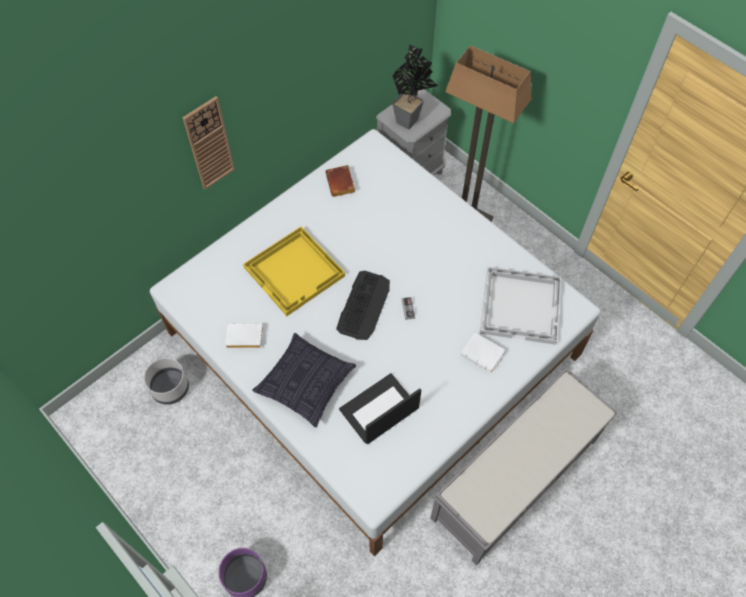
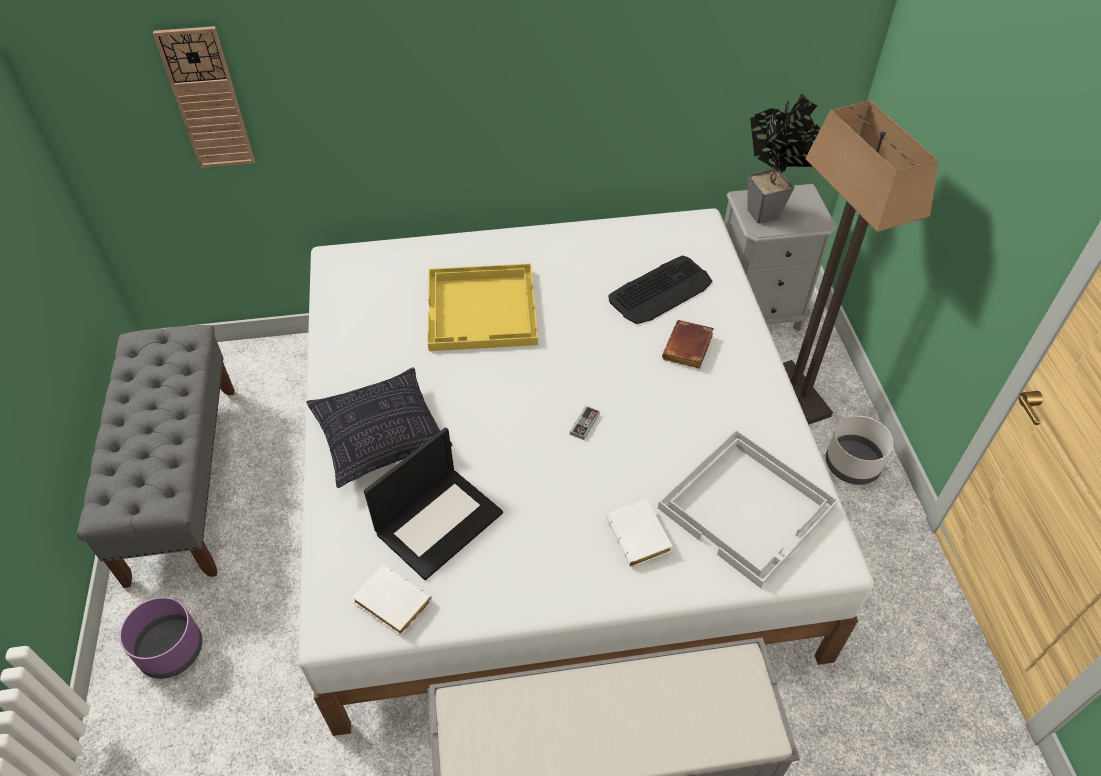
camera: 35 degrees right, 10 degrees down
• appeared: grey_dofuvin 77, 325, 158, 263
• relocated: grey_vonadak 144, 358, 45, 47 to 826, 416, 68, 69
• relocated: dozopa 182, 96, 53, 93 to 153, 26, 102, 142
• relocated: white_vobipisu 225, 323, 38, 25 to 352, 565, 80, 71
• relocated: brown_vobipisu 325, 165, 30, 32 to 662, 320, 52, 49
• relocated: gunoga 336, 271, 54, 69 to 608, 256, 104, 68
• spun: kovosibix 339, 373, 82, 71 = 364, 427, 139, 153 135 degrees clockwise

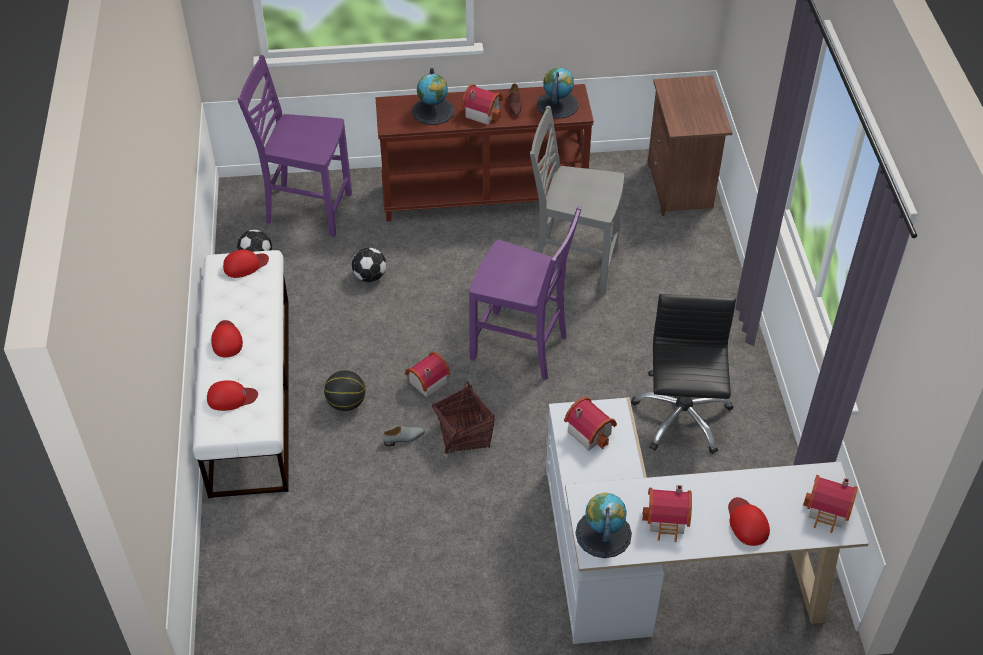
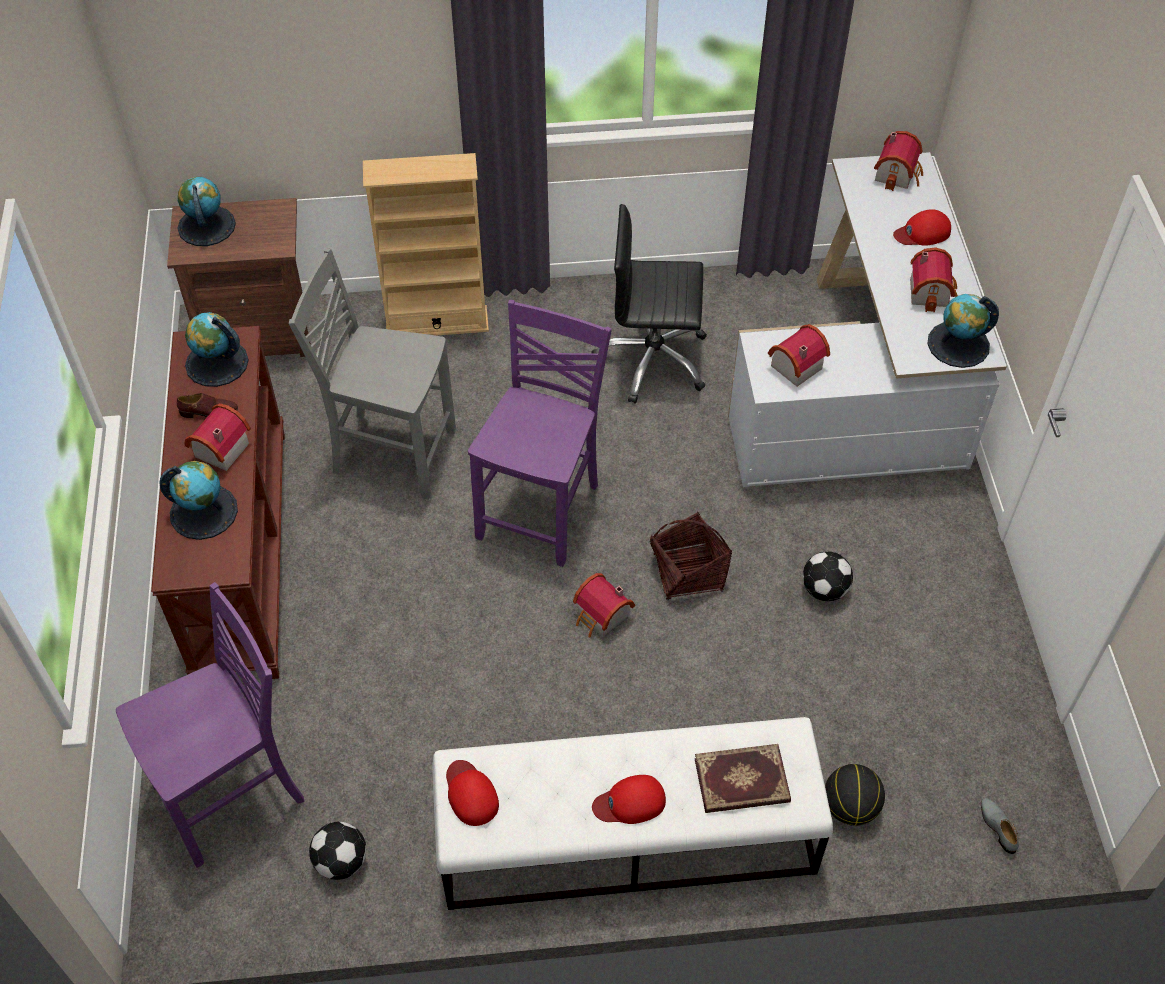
camera: 90 degrees left, 5 degrees up
• appeared: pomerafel 177, 177, 59, 69
• appeared: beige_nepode 363, 153, 126, 183
• relocated: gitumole 324, 370, 41, 41 to 825, 764, 60, 62
• relocated: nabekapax 352, 248, 34, 34 to 802, 551, 51, 50
• relocated: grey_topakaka 383, 426, 42, 20 to 981, 798, 38, 56
• exchanged: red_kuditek 207, 380, 51, 31 to vobipisu 695, 744, 96, 69
• spun: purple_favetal 238, 55, 114, 182 = 116, 582, 188, 286 135 degrees counterclockwise
• spun: grey_favetal 530, 106, 94, 188 = 289, 248, 167, 251 90 degrees clockwise

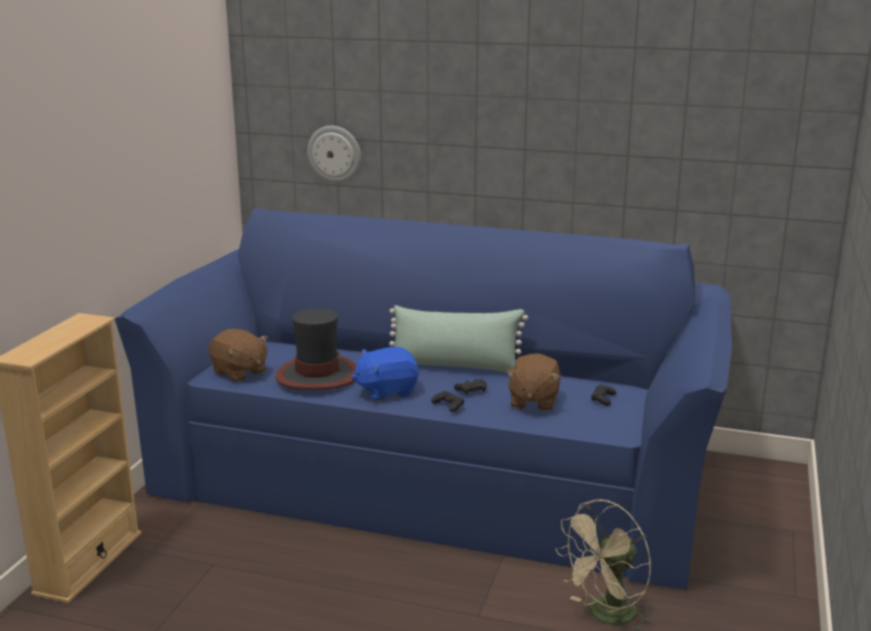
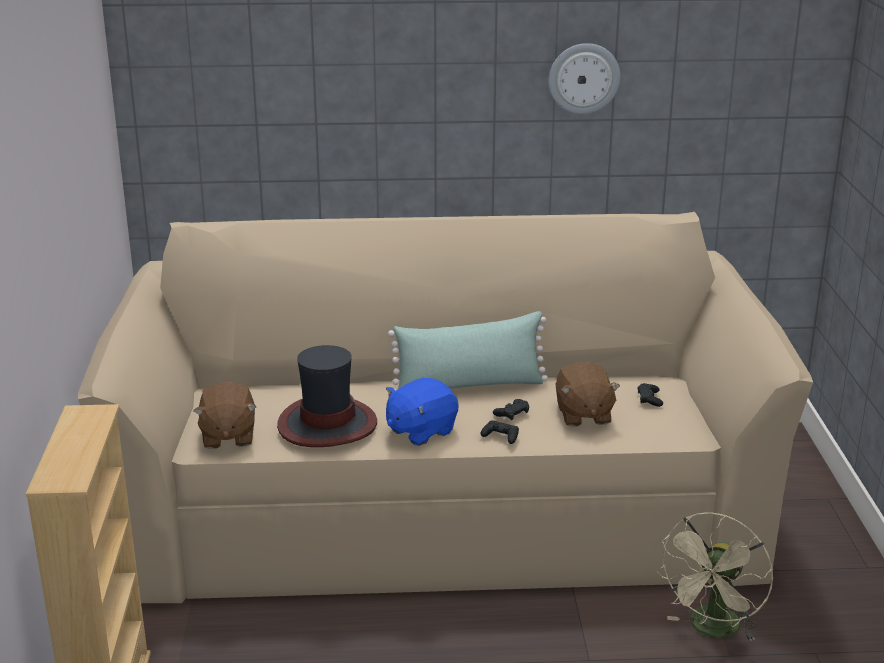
camera: 20 degrees left, 5 degrees up
• relocated: dozopa 307, 126, 54, 57 to 549, 43, 71, 71
• colour: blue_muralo 115, 208, 617, 382 to beige_muralo 78, 212, 735, 391
• spun: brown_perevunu 209, 329, 59, 53 = 194, 382, 62, 67 60 degrees clockwise

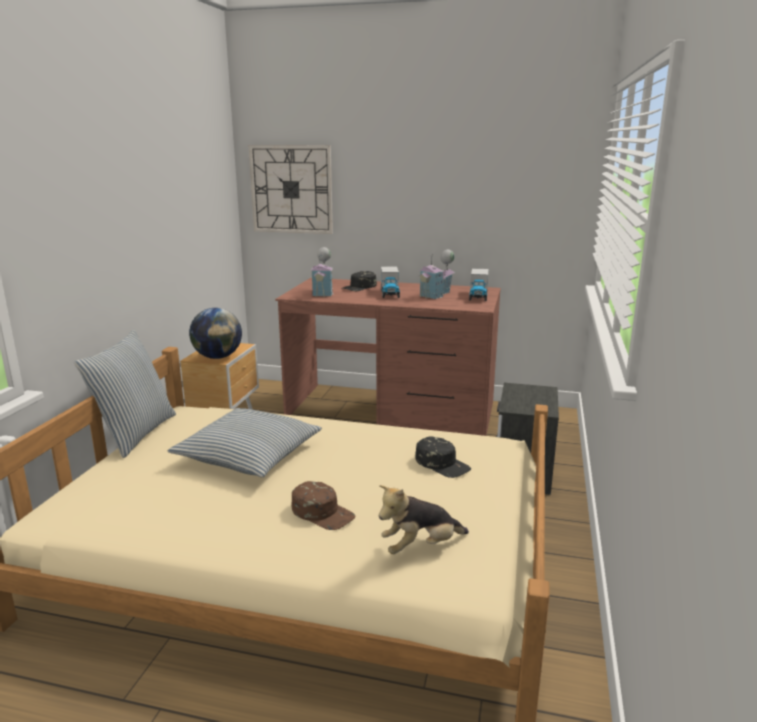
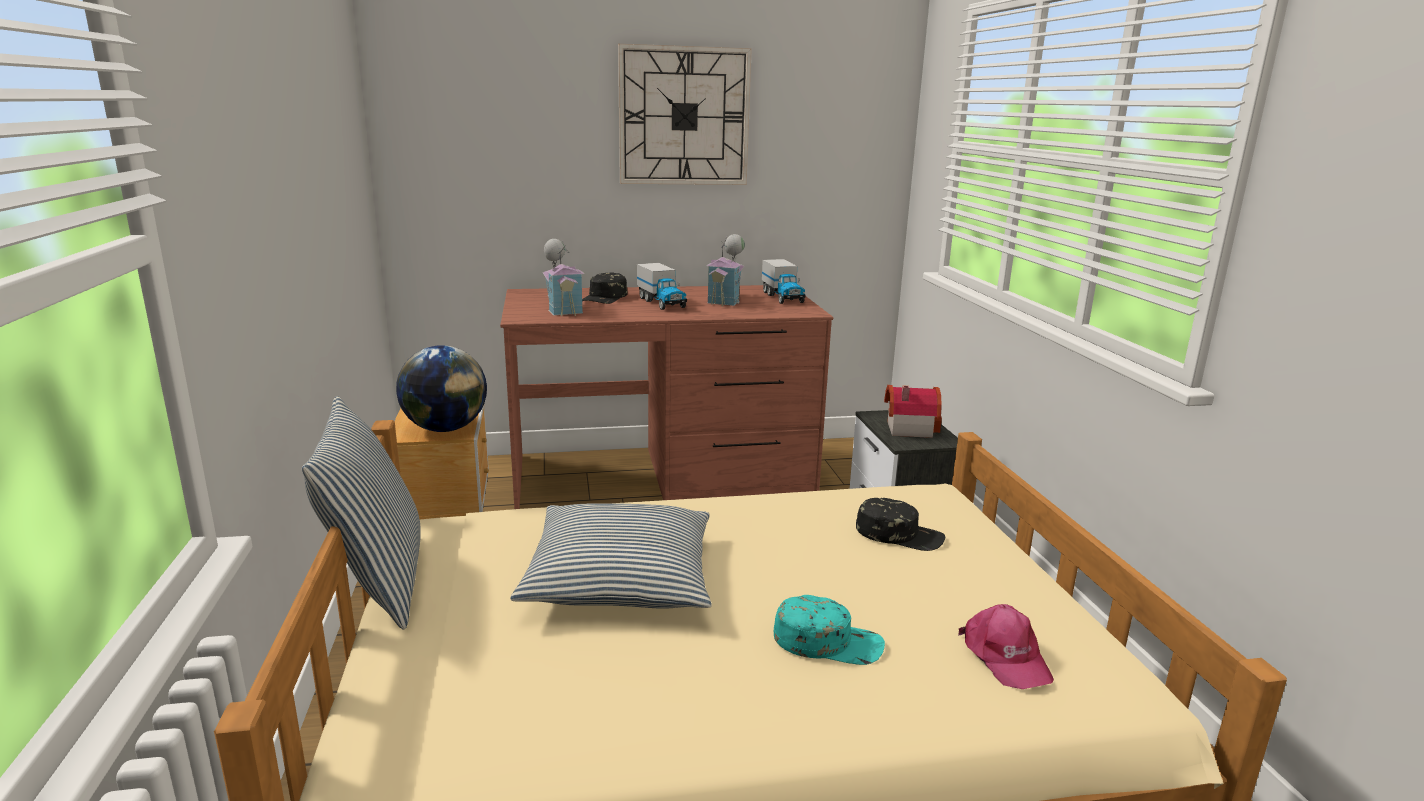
camera: 25 degrees left, 0 degrees up
• appeared: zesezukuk 884, 385, 58, 53
• relocated: dozopa 249, 145, 84, 89 to 618, 44, 134, 141
• exchanged: perevunu 379, 485, 90, 69 to pink_kuditek 958, 604, 96, 85
• colour: brown_kuditek 291, 481, 64, 49 to turquoise_kuditek 774, 595, 111, 70

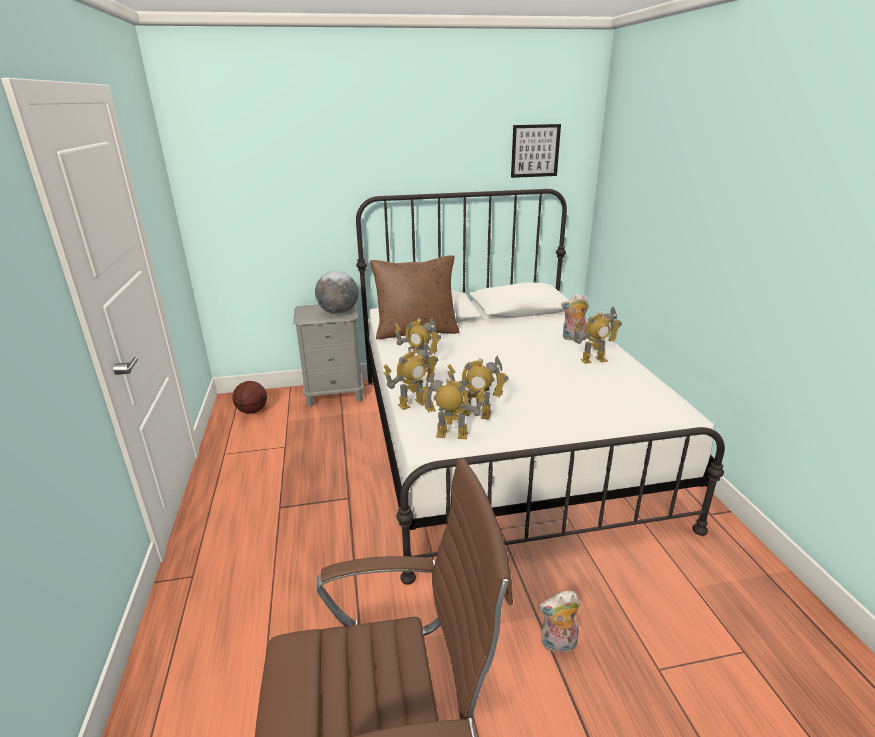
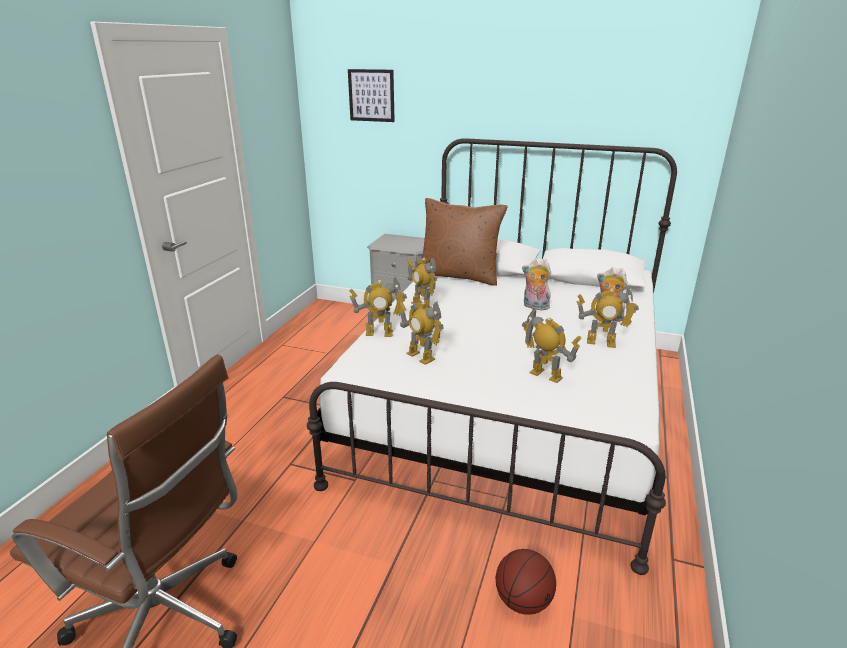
camera: 30 degrees right, 0 degrees up
• missing: pomerafel 315, 271, 43, 43
• relocated: gitumole 232, 381, 35, 33 to 496, 549, 60, 66
• relocated: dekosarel 419, 373, 66, 66 to 522, 308, 59, 75
• relocated: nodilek 511, 124, 50, 54 to 348, 69, 47, 53
• relocated: perevunu 539, 591, 41, 61 to 522, 258, 29, 52

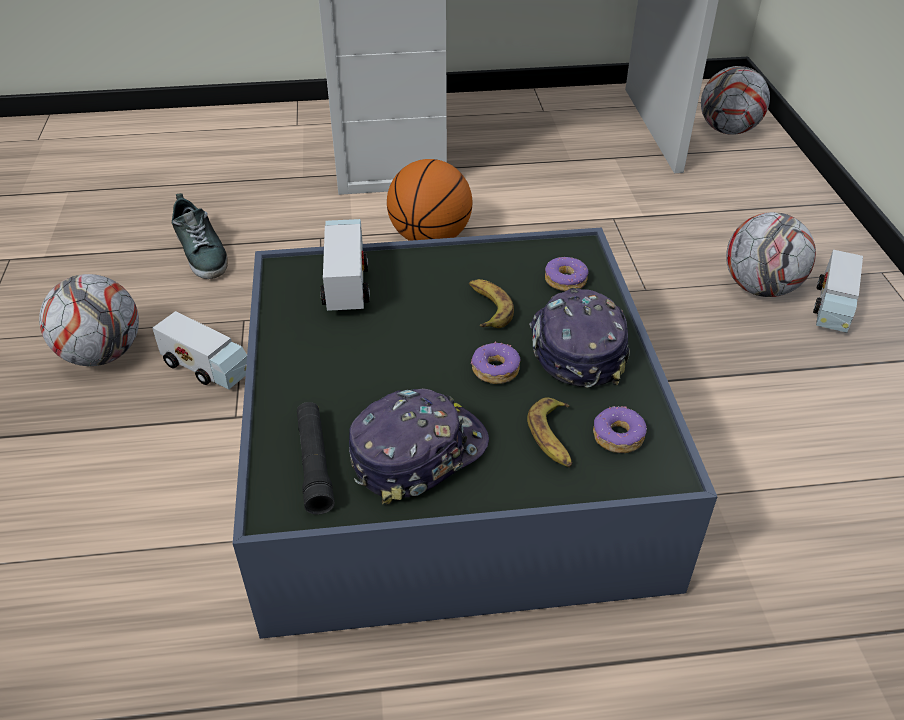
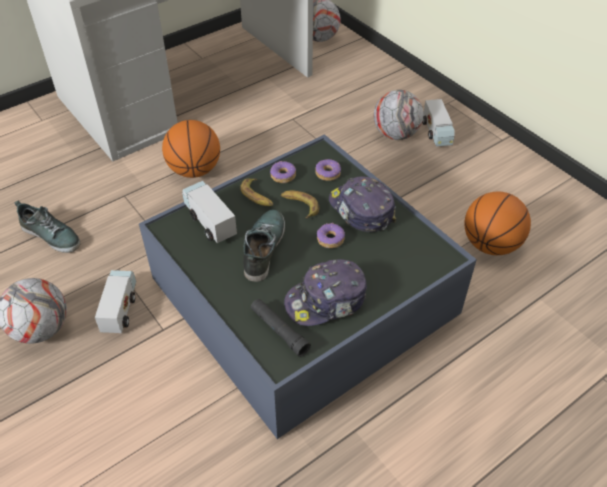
camera: 30 degrees left, 5 degrees up
• appeared: topakaka 243, 209, 42, 73
• appeared: gitumole 464, 192, 67, 63
• relocated: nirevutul 527, 397, 45, 70 to 240, 178, 33, 28
• relocated: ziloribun 593, 406, 54, 47 to 270, 161, 26, 22
• spun: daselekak 152, 311, 95, 79 = 95, 270, 41, 63 90 degrees counterclockwise
• spun: kuditek 349, 388, 140, 116 = 284, 259, 83, 67 135 degrees counterclockwise

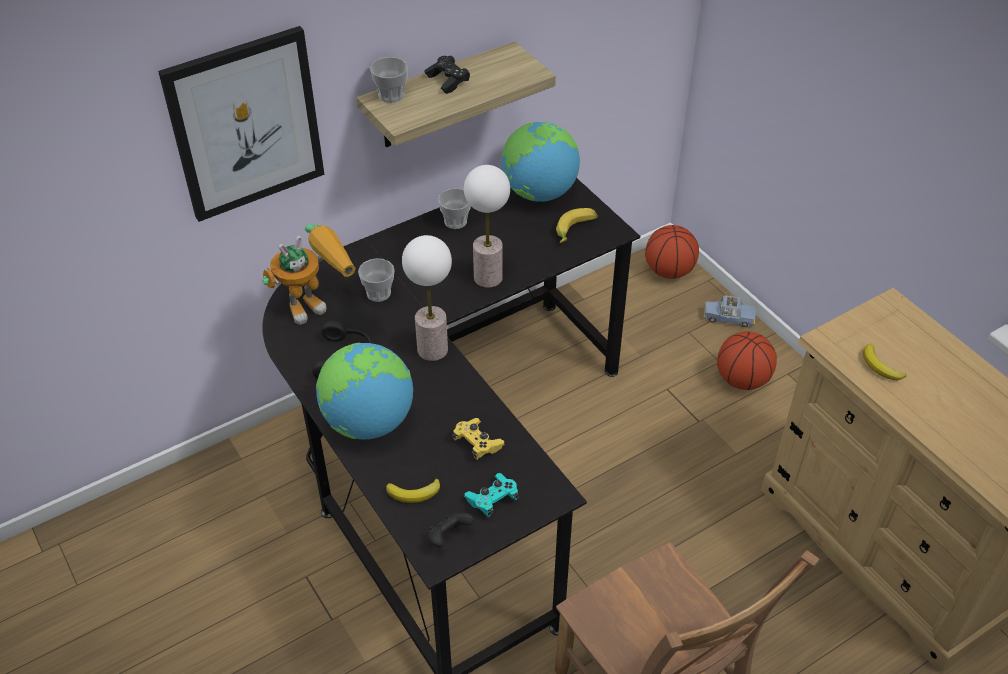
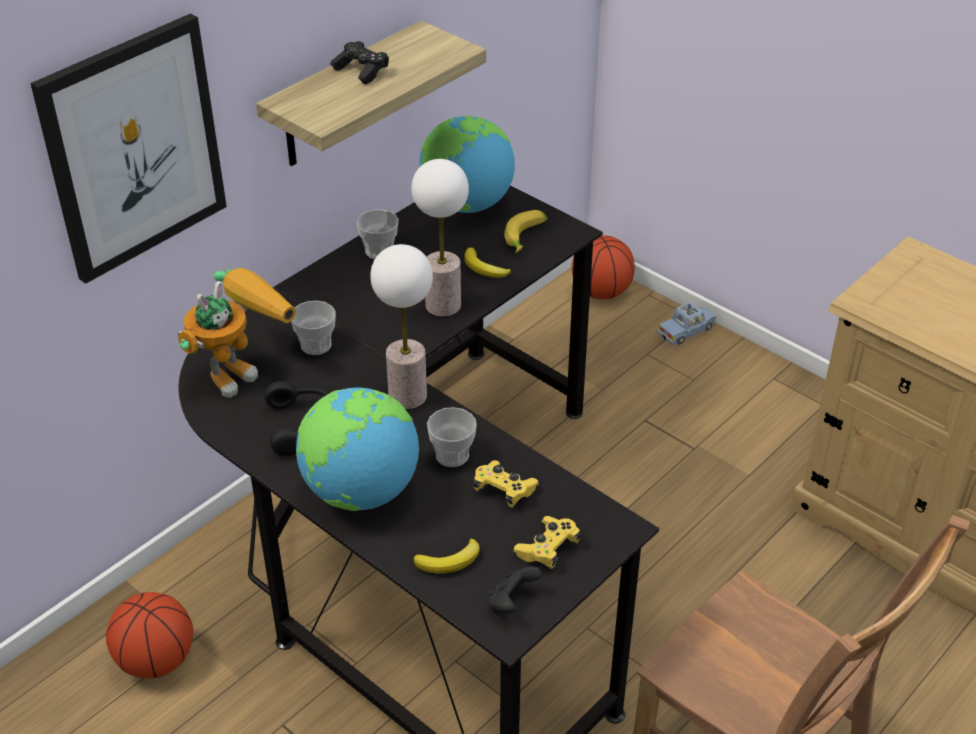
camera: 15 degrees left, 5 degrees down
• relocated: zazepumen 370, 57, 38, 46 to 427, 407, 50, 60
• relocated: gitumole 717, 331, 60, 59 to 106, 592, 87, 86
• relocated: nirevutul 863, 344, 43, 36 to 464, 247, 47, 31
• colour: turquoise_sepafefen 464, 473, 55, 44 to yellow_sepafefen 514, 516, 67, 53
• spun: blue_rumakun 704, 295, 52, 32 = 656, 302, 60, 44 150 degrees clockwise

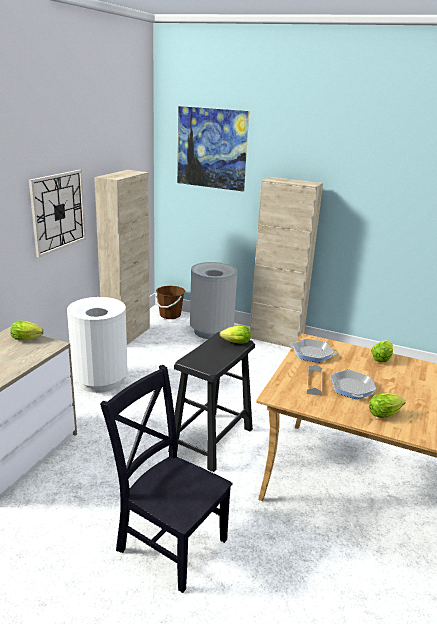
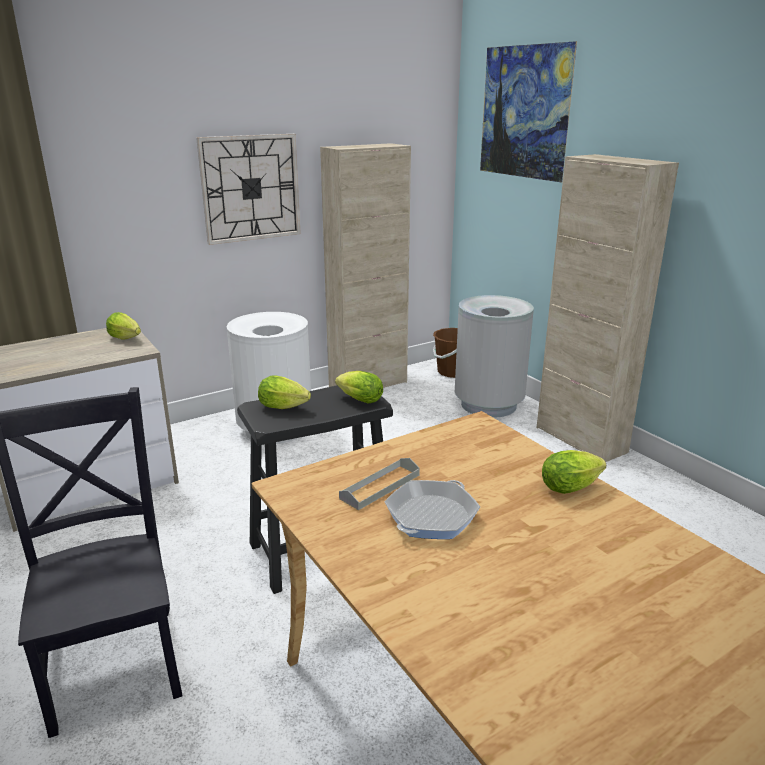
camera: 35 degrees right, 0 degrees up
• missing: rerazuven 290, 339, 47, 24
• relocated: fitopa 369, 393, 36, 25 to 258, 375, 53, 34

